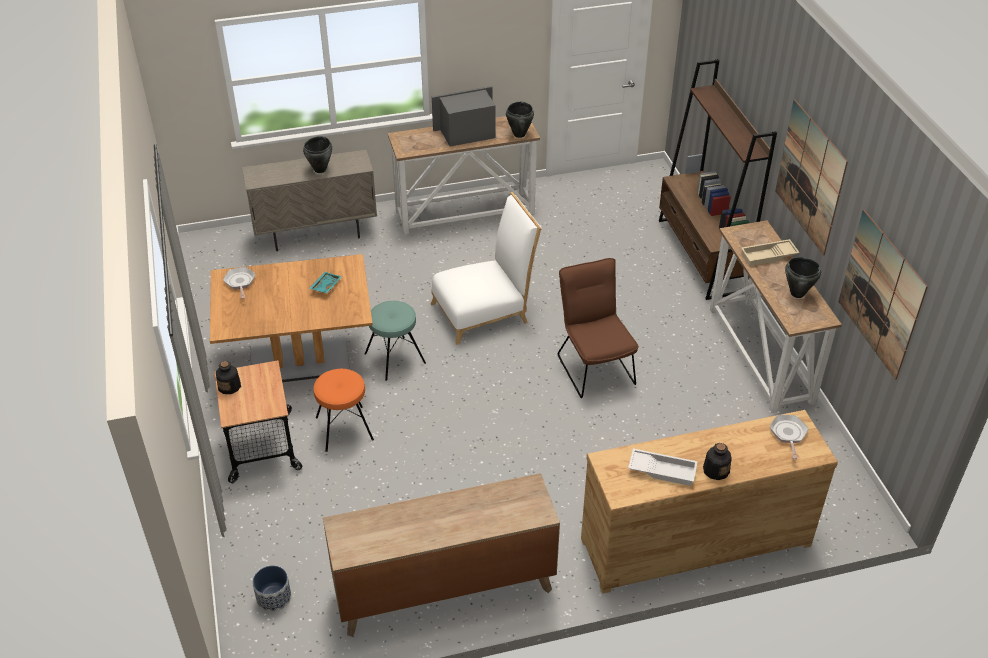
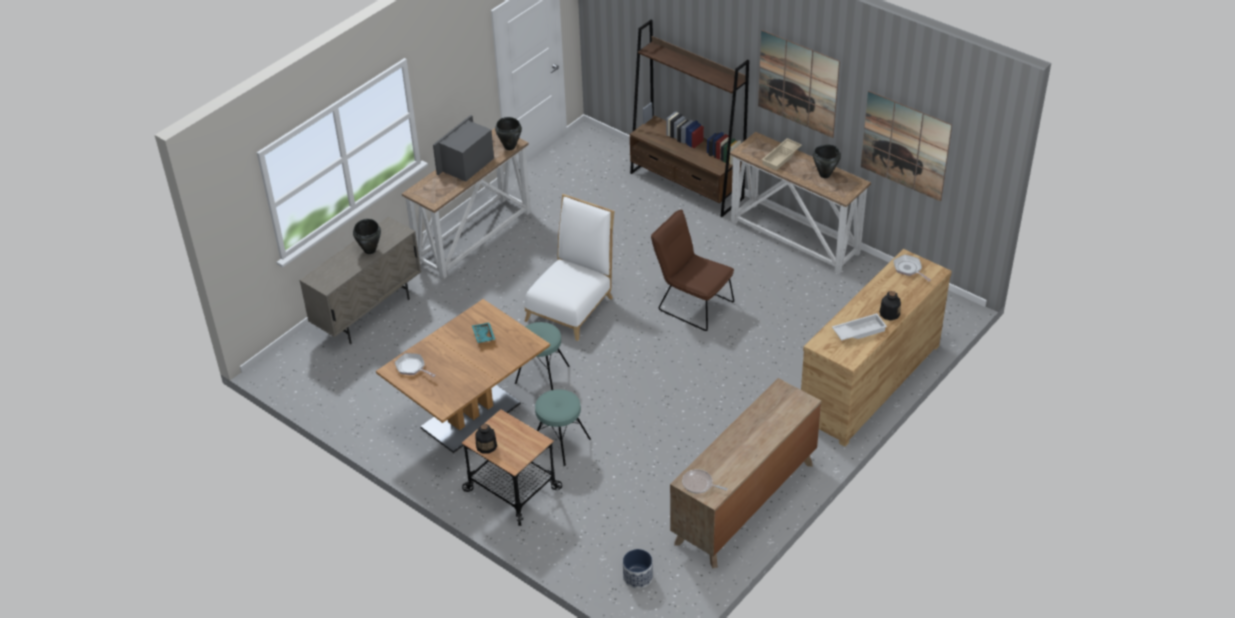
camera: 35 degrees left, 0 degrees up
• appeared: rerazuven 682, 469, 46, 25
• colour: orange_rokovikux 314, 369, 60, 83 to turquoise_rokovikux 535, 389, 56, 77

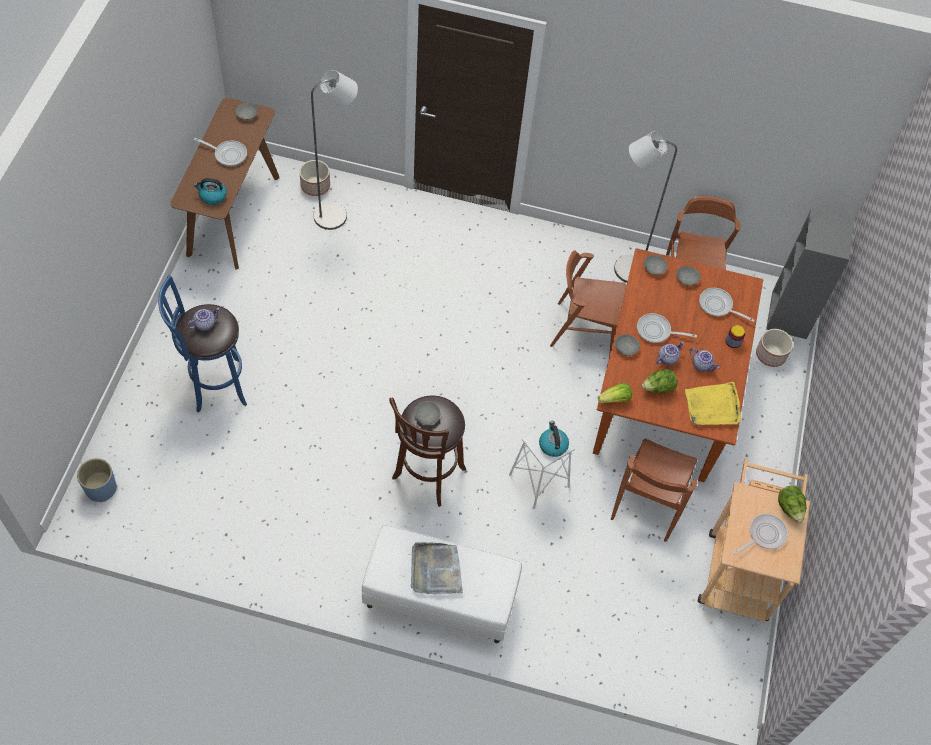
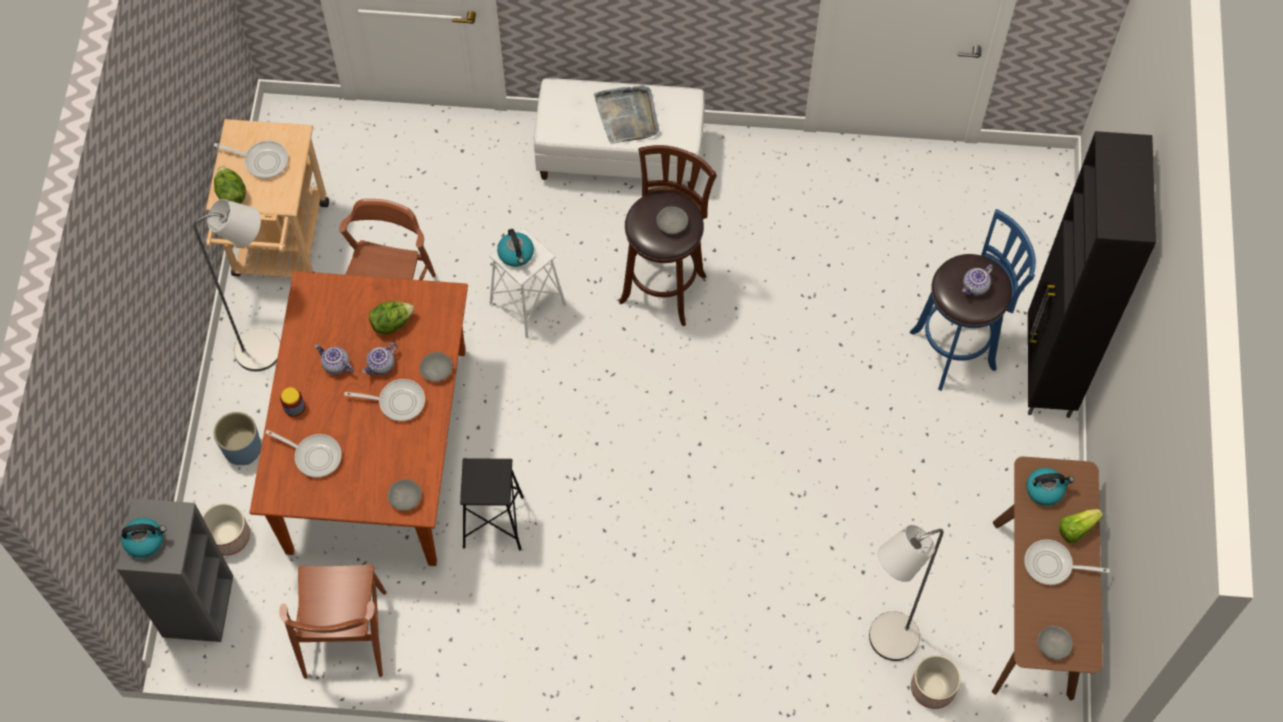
camera: 175 degrees right, 5 degrees up
• missing: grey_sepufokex 676, 266, 24, 20
• missing: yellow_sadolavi 685, 382, 56, 43
• appeared: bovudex 121, 518, 45, 40
• appeared: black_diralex 1028, 131, 128, 287
• relocated: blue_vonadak 77, 458, 40, 44 to 214, 412, 48, 53
• relocated: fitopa 598, 383, 34, 20 to 1059, 509, 44, 35
• relocated: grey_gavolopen 614, 132, 63, 151 to 193, 199, 87, 172
• exchanged: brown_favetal 550, 250, 77, 106 to black_rokovikux 460, 458, 64, 92
• spun: rerazuven 733, 514, 55, 41 = 214, 141, 74, 38 120 degrees counterclockwise

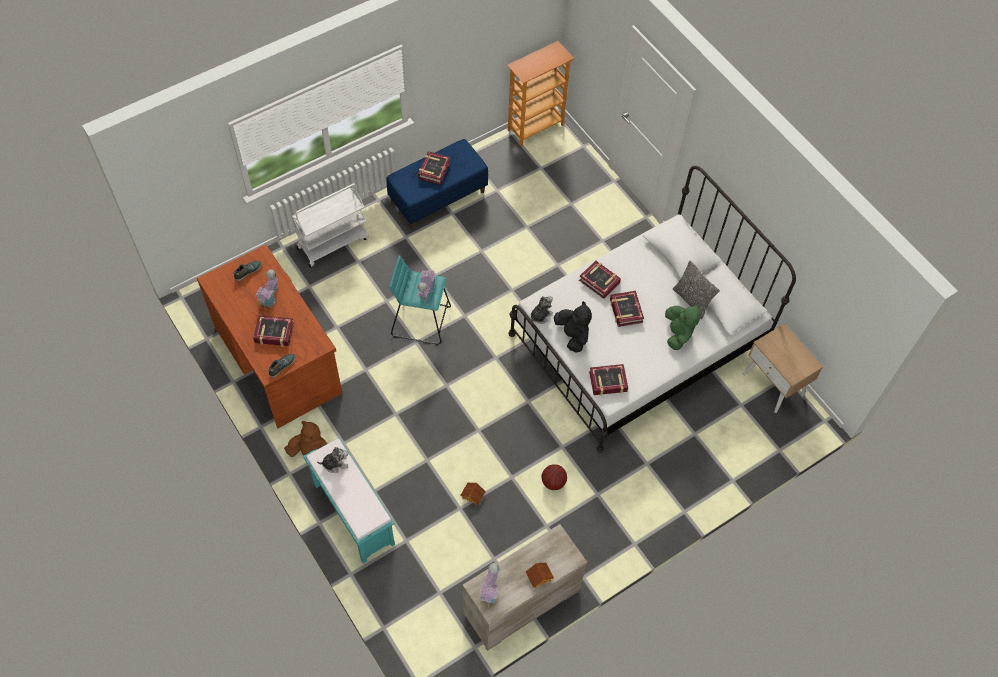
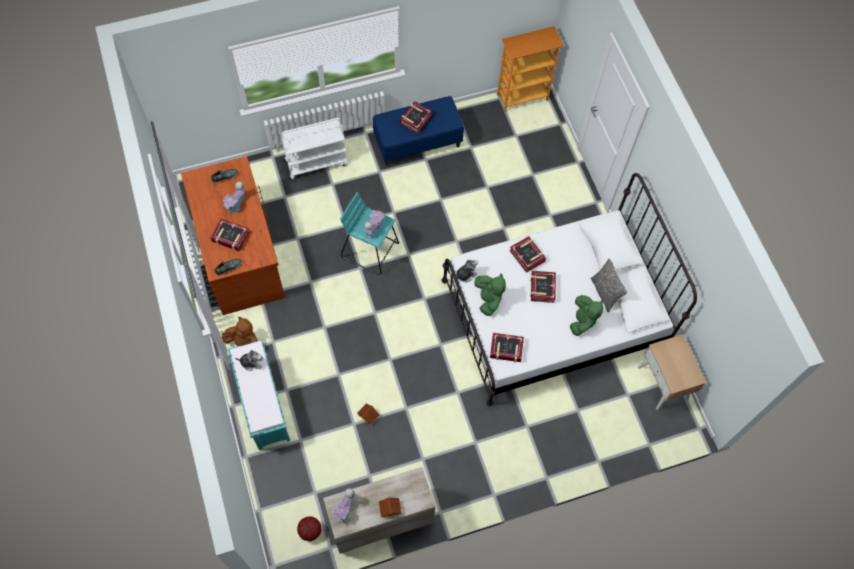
camera: 15 degrees right, 5 degrees up
• relocated: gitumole 542, 464, 25, 26 to 297, 516, 24, 25
• colour: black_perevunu 554, 301, 38, 51 to green_perevunu 474, 274, 32, 42

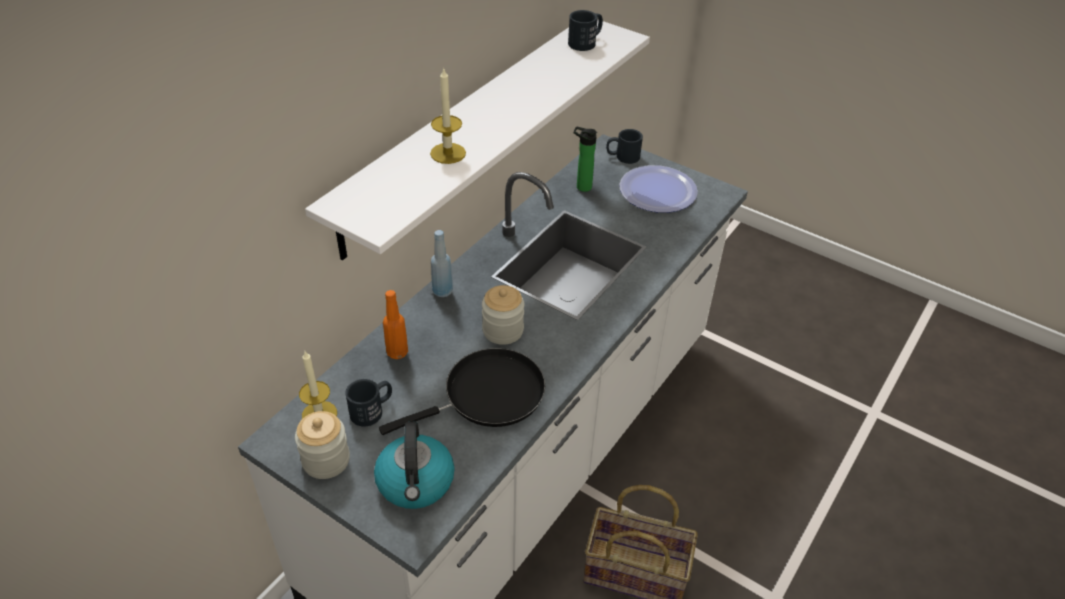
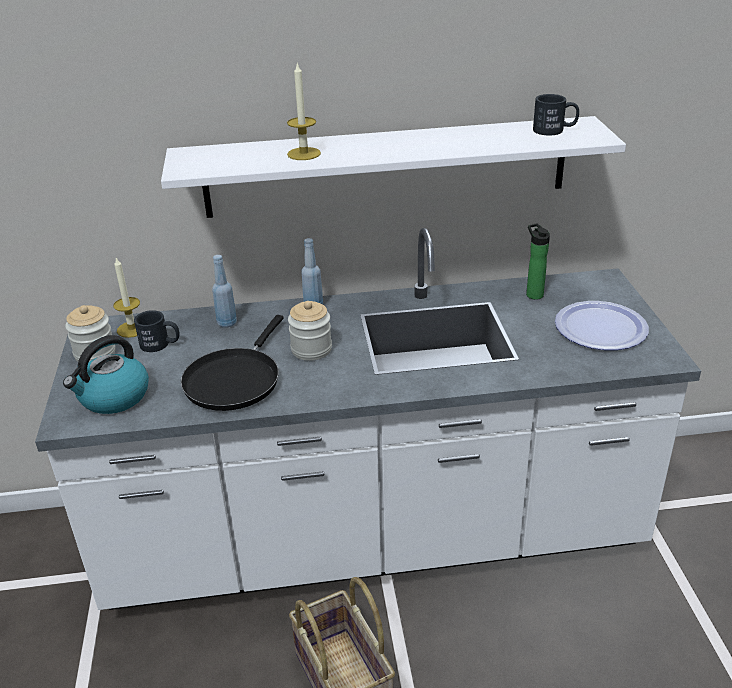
camera: 50 degrees right, 10 degrees down
• missing: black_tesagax 606, 129, 37, 35
• colour: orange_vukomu 383, 290, 25, 69 to blue_vukomu 212, 255, 25, 73
• spun: black_rerazuven 379, 348, 166, 87 = 181, 315, 103, 96 90 degrees clockwise

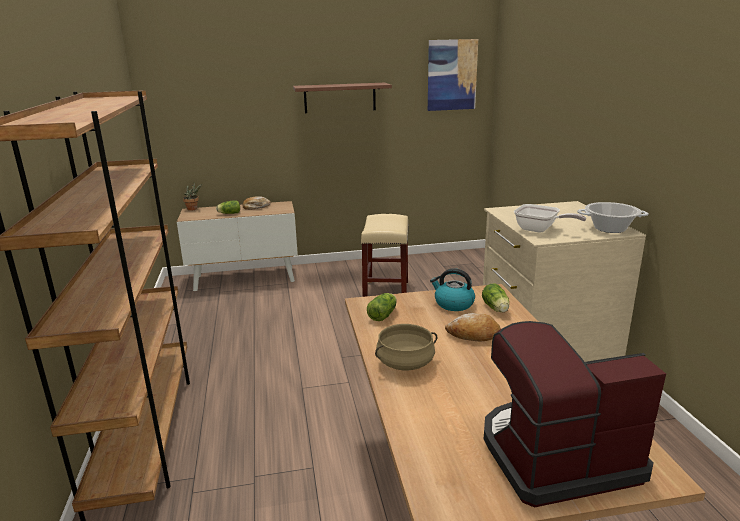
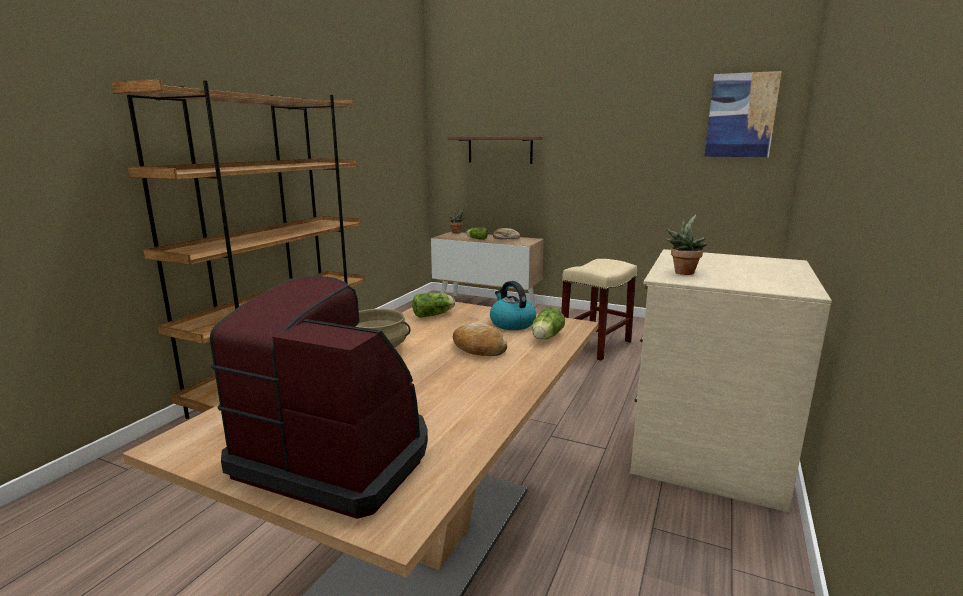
camera: 35 degrees right, 5 degrees down
• missing: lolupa 577, 202, 72, 31
• relocated: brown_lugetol 293, 83, 99, 30 to 447, 136, 95, 28
• exchanged: rerazuven 514, 204, 72, 29 to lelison 666, 214, 41, 61

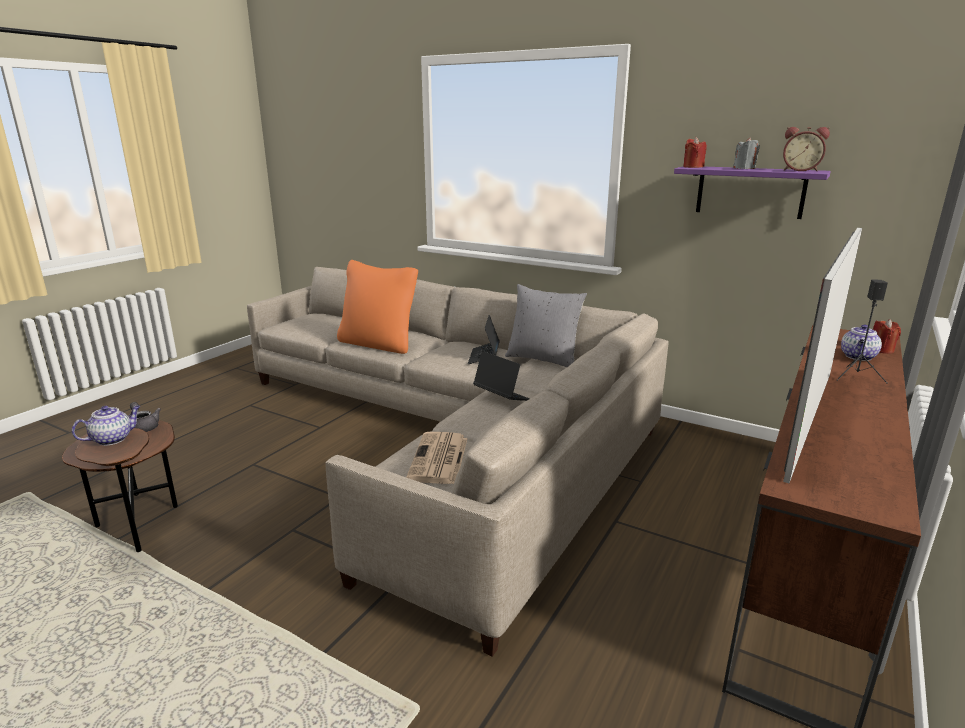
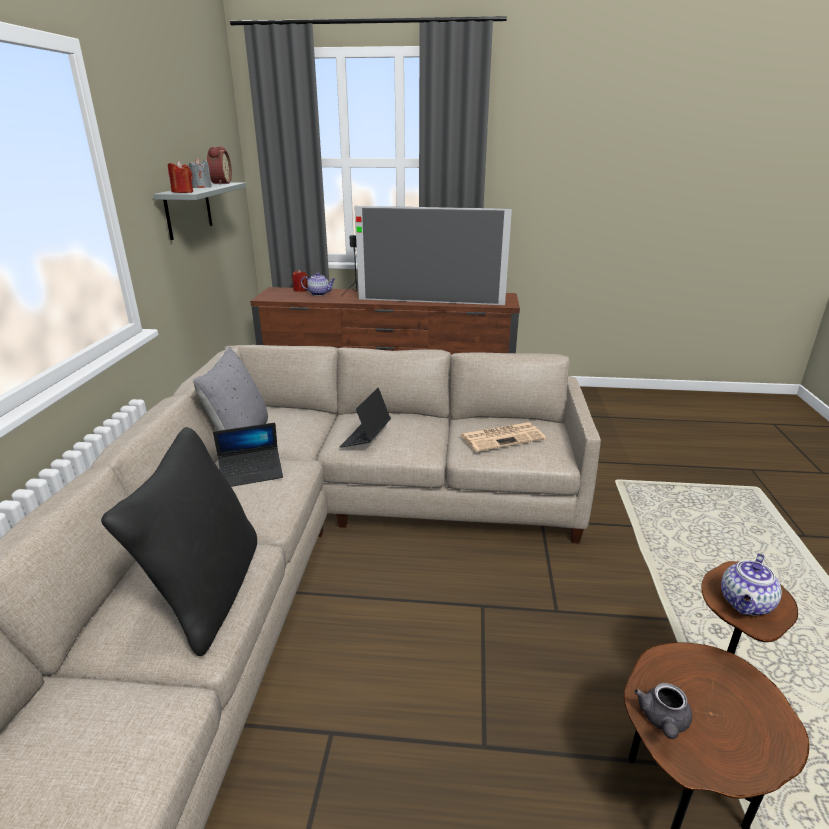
camera: 115 degrees left, 5 degrees up
• colour: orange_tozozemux 337, 260, 81, 94 to black_tozozemux 101, 427, 156, 229
• colour: purple_lugetol 674, 166, 157, 53 to grey_lugetol 153, 182, 93, 58
• spun: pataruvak 72, 406, 68, 40 = 721, 553, 61, 63 75 degrees counterclockwise

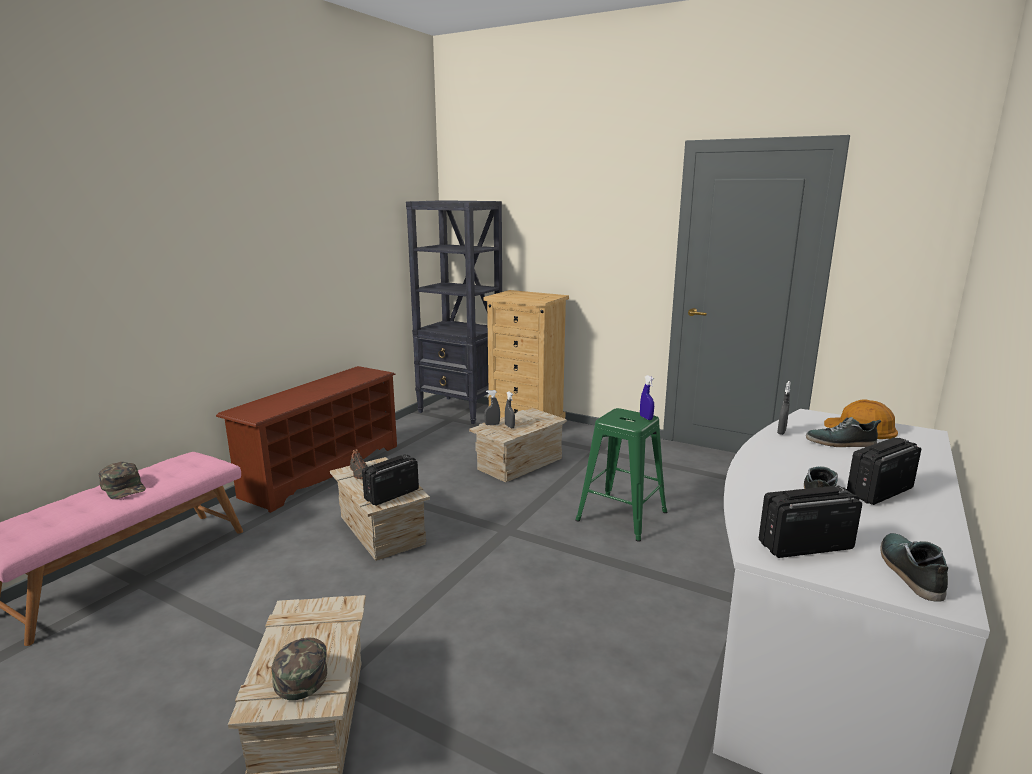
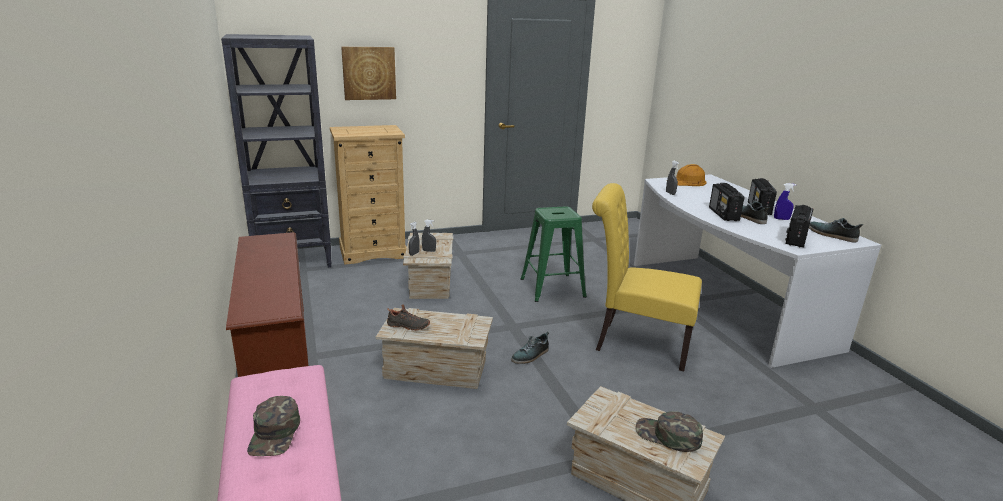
camera: 50 degrees left, 5 degrees up
• appeared: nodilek 341, 47, 55, 53
• appeared: yellow_favetal 592, 183, 110, 188
• relocated: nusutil 362, 454, 57, 52 to 709, 183, 35, 38
• relocated: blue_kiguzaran 640, 375, 14, 45 to 774, 183, 23, 37
• relocated: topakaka 806, 417, 75, 30 to 511, 332, 38, 32
• spun: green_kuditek 98, 462, 48, 37 = 247, 396, 53, 60 90 degrees clockwise

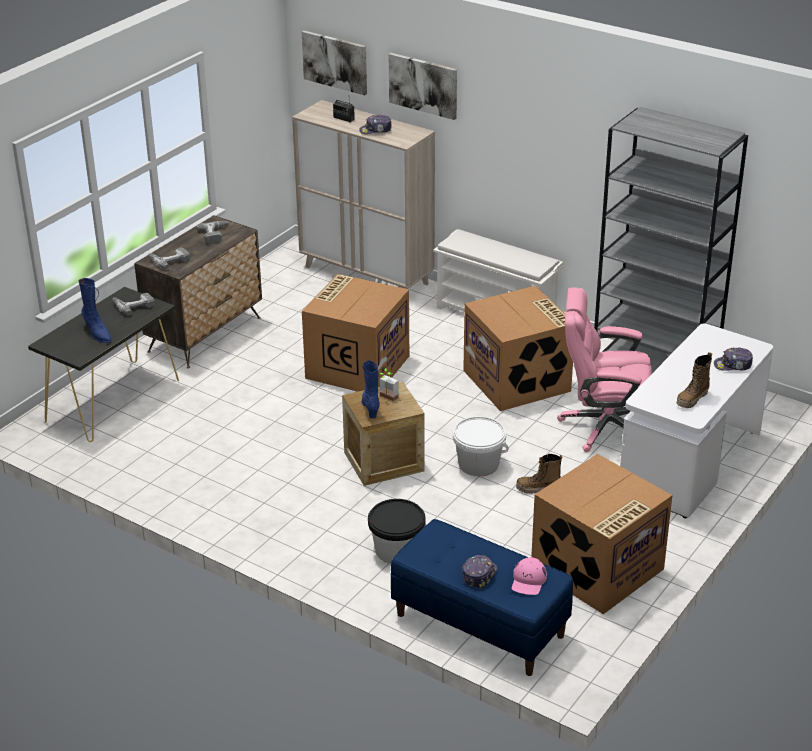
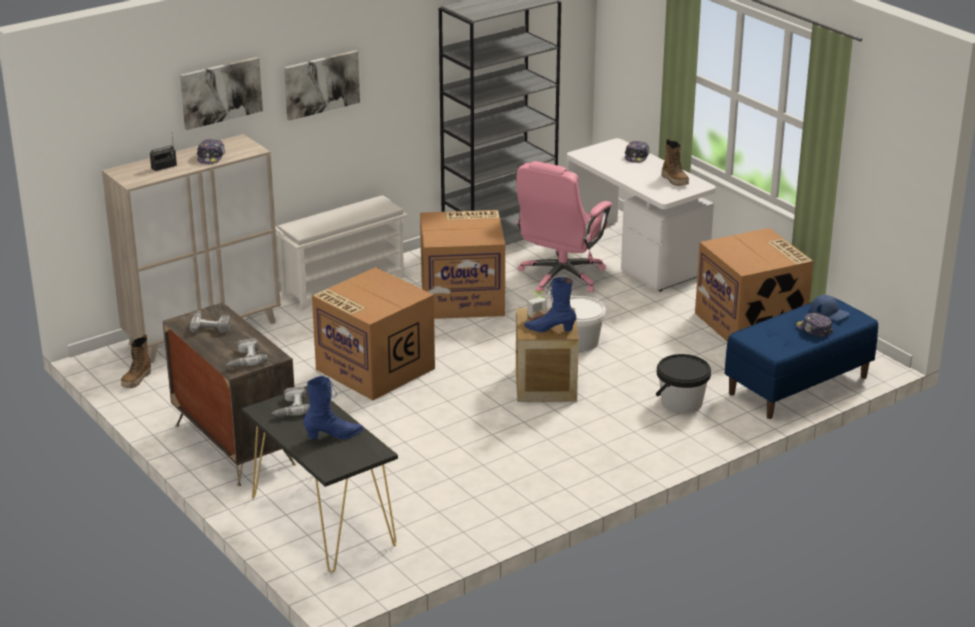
camera: 70 degrees left, 5 degrees down
• relocated: nodilek 302, 31, 65, 64 to 284, 50, 76, 71
• relocated: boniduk 516, 454, 46, 40 to 121, 334, 30, 54
• colour: pink_kuditek 512, 557, 35, 38 to blue_kuditek 810, 295, 40, 26

